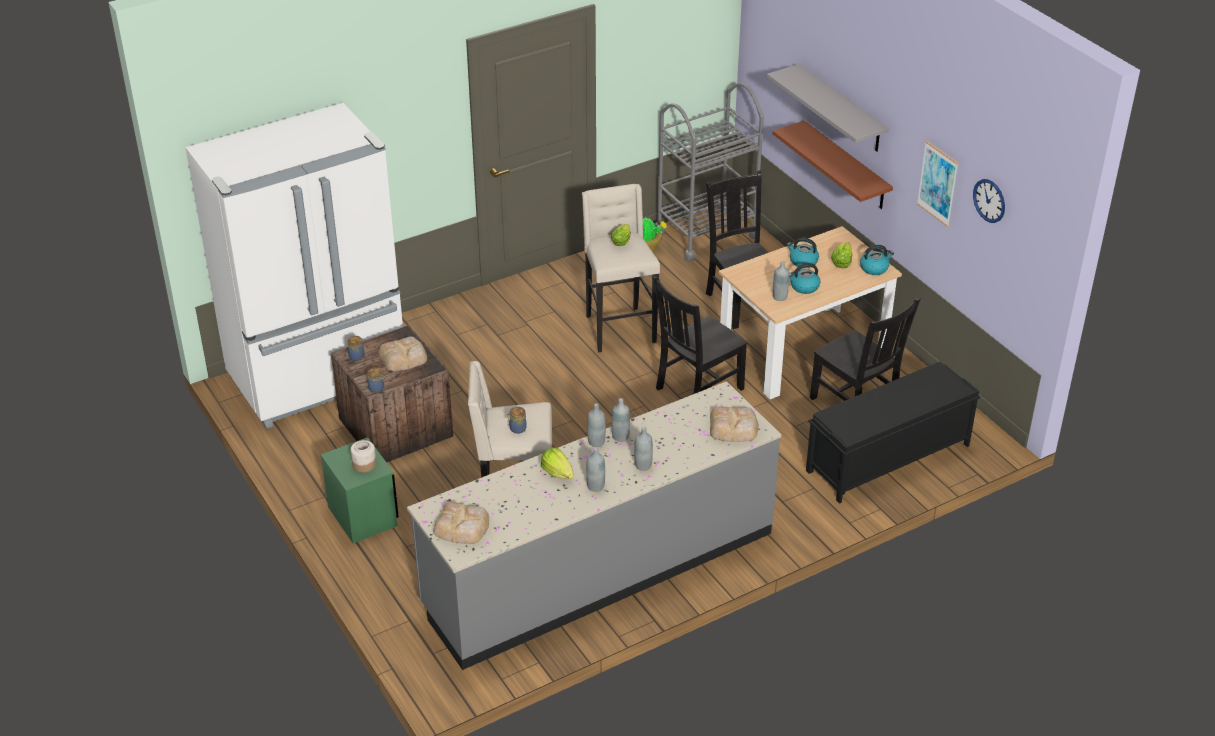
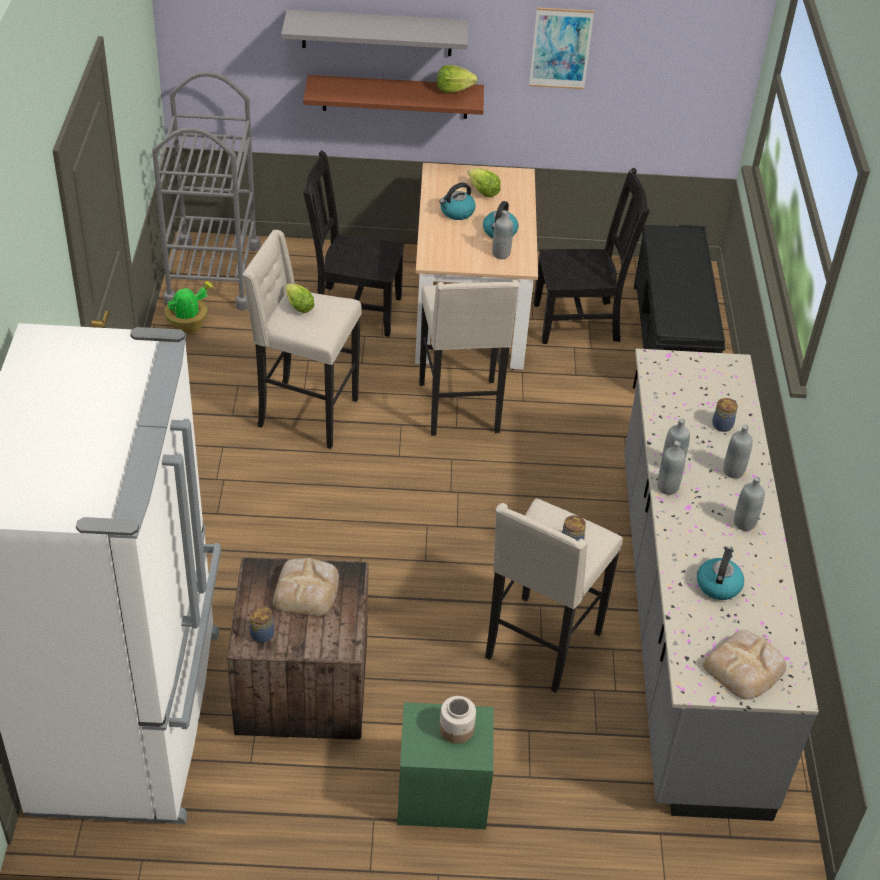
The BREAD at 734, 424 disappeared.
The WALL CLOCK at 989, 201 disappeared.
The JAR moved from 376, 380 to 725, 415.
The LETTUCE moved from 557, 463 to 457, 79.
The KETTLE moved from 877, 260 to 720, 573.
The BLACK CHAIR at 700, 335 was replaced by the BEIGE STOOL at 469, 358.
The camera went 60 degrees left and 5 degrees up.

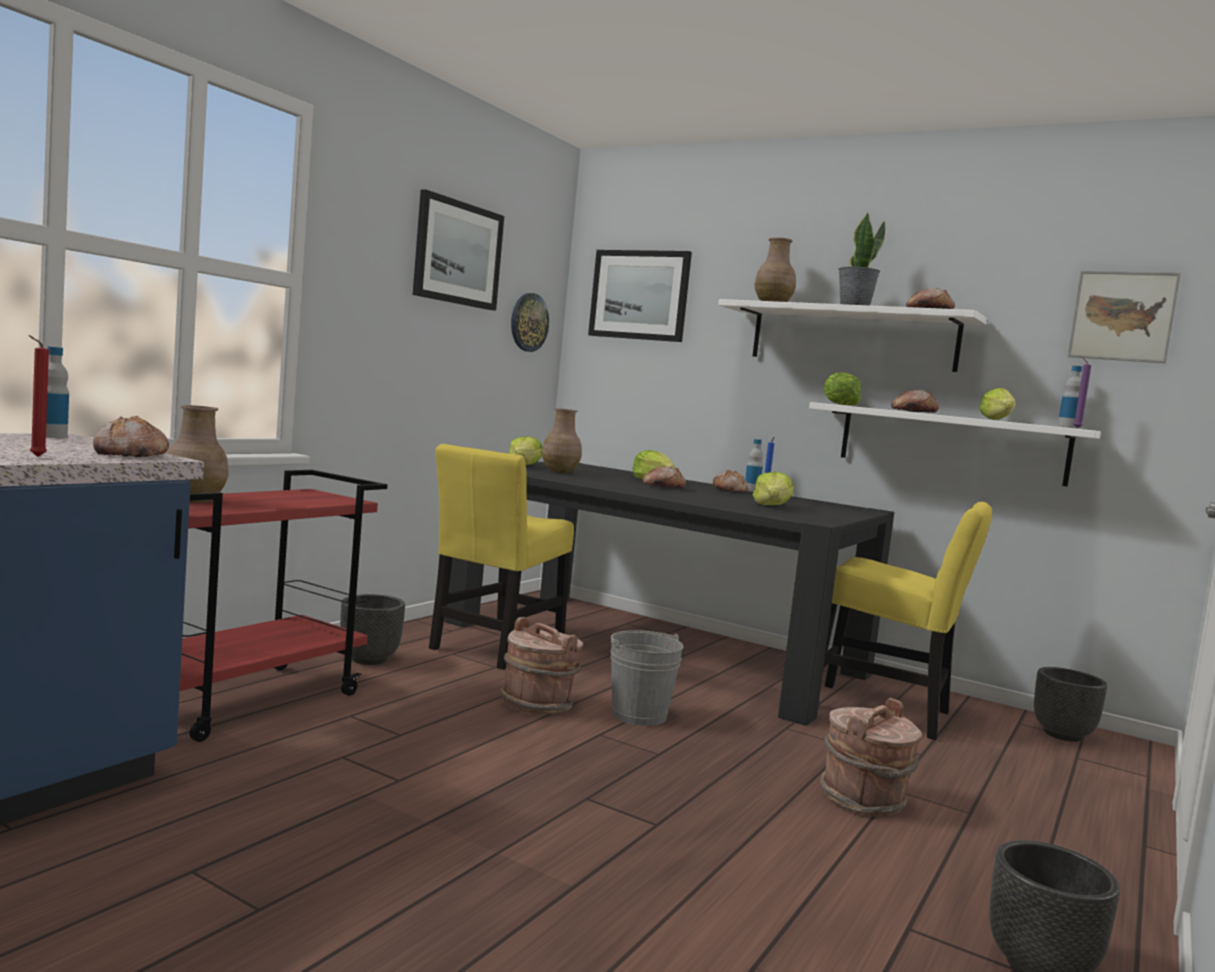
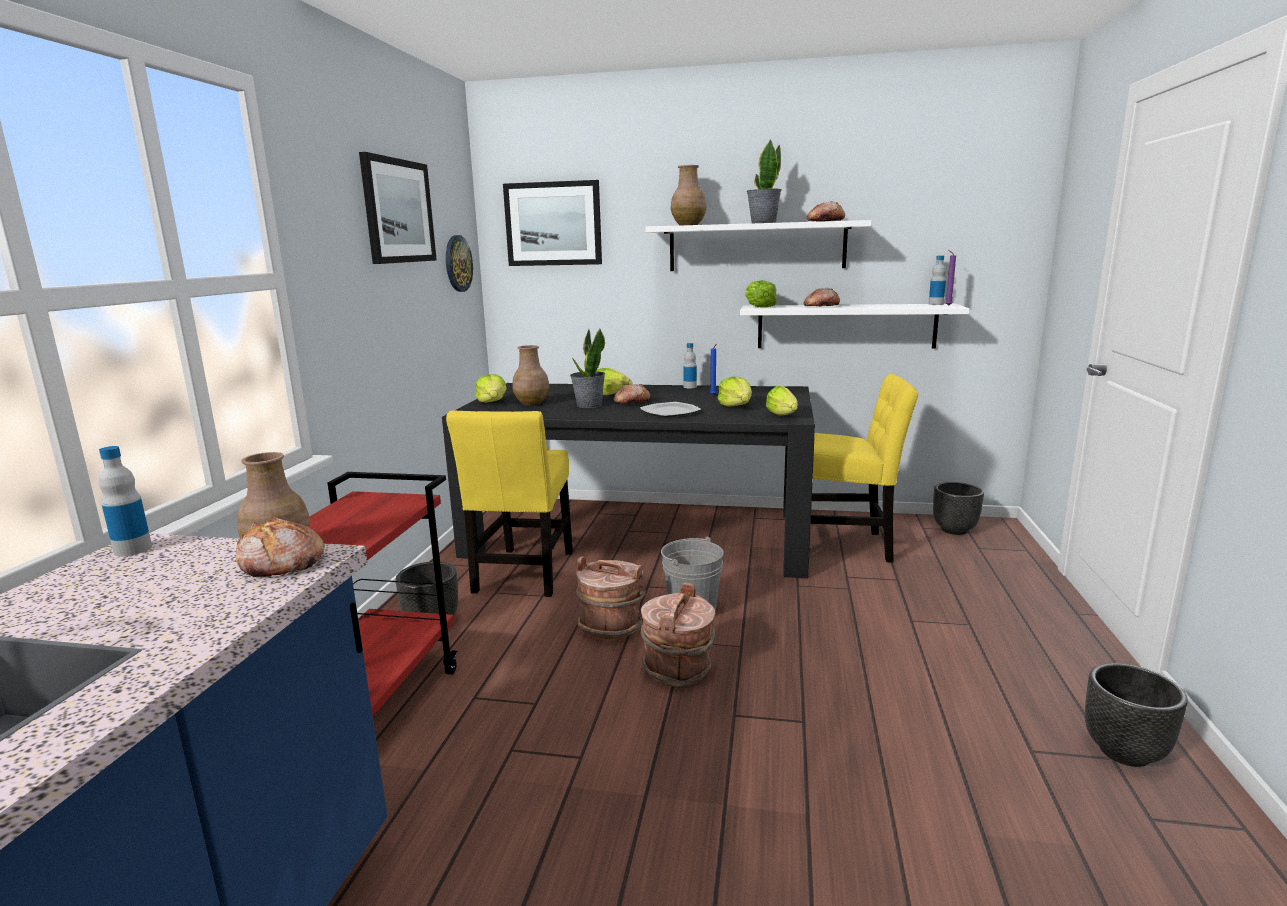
The RED CANDLE at 38, 396 disappeared.
The BREAD at 730, 481 disappeared.
The PICTURE at 1124, 317 disappeared.
The POTTED PLANT at 587, 368 appeared.
The PLATE at 671, 409 appeared.
The BROWN BUCKET moved from 871, 757 to 678, 634.
The LETTUCE moved from 997, 404 to 782, 401.
The camera went 20 degrees left and 10 degrees up.

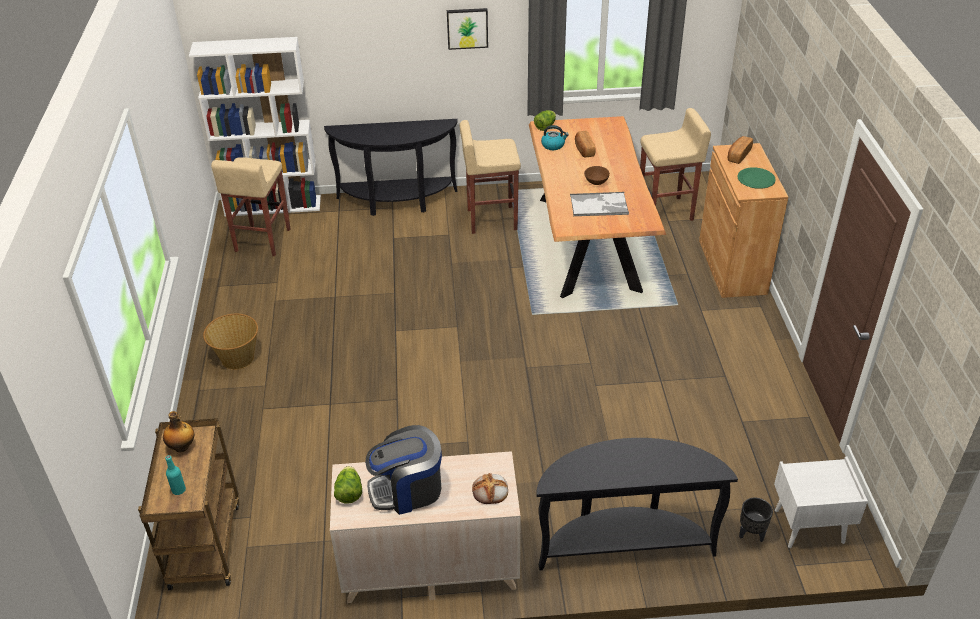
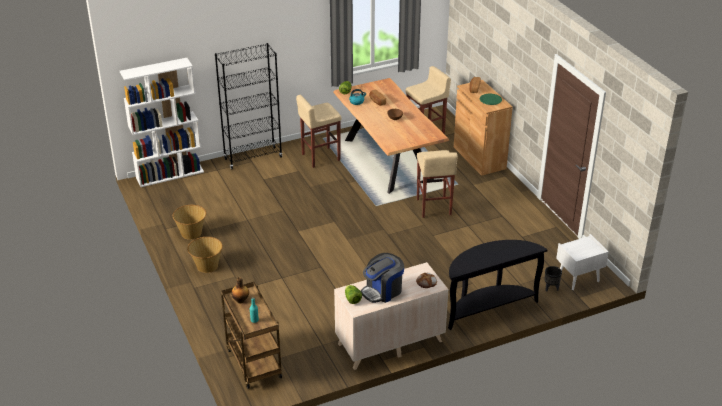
The PICTURE at 467, 29 disappeared.
The TRAY at 599, 204 disappeared.
The BASKET at 189, 222 appeared.
The BEIGE STOOL moved from 251, 206 to 437, 184.
The BLACK CONSOLE TABLE at 391, 167 was replaced by the BLACK BOOKCASE at 248, 106.
The camera went 20 degrees left and 5 degrees down.

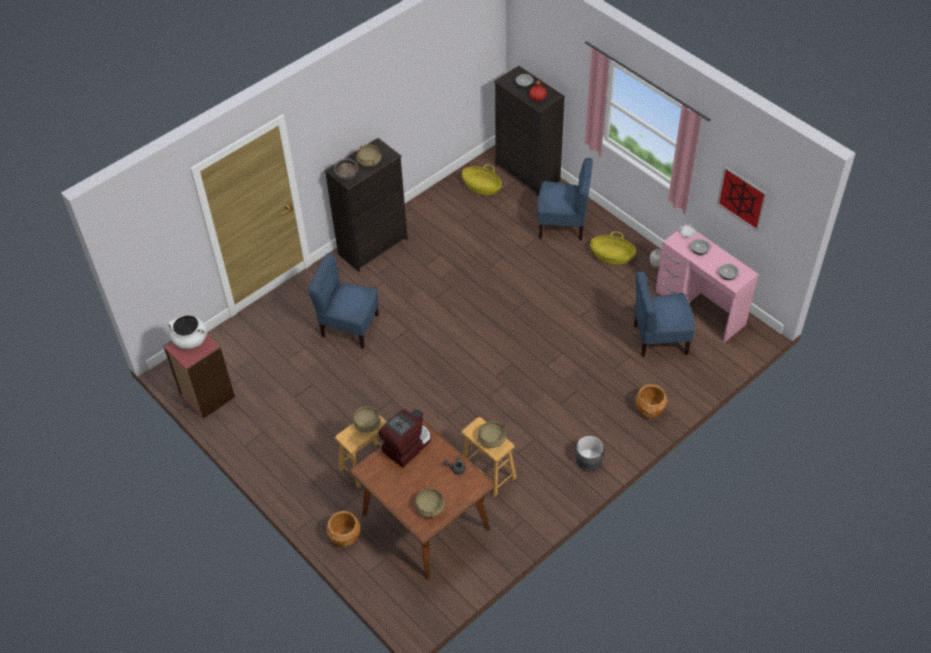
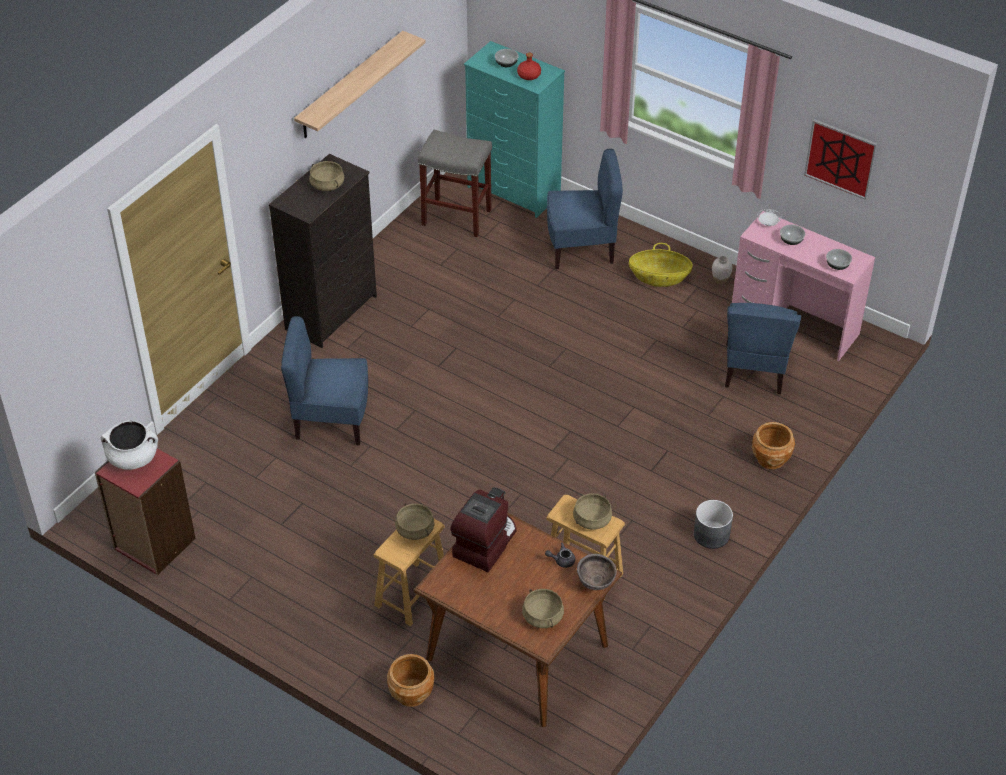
The SHELF at 360, 84 appeared.
The BROWN BOWL moved from 346, 169 to 597, 572.
The BASKET at 482, 179 was replaced by the GREY STOOL at 455, 183.
The BLACK DRESSER at 529, 131 became the TURQUOISE DRESSER at 514, 129.
The BLUE CHAIR at 664, 314 turned 60 degrees counterclockwise.
The camera went 15 degrees left and 5 degrees down.

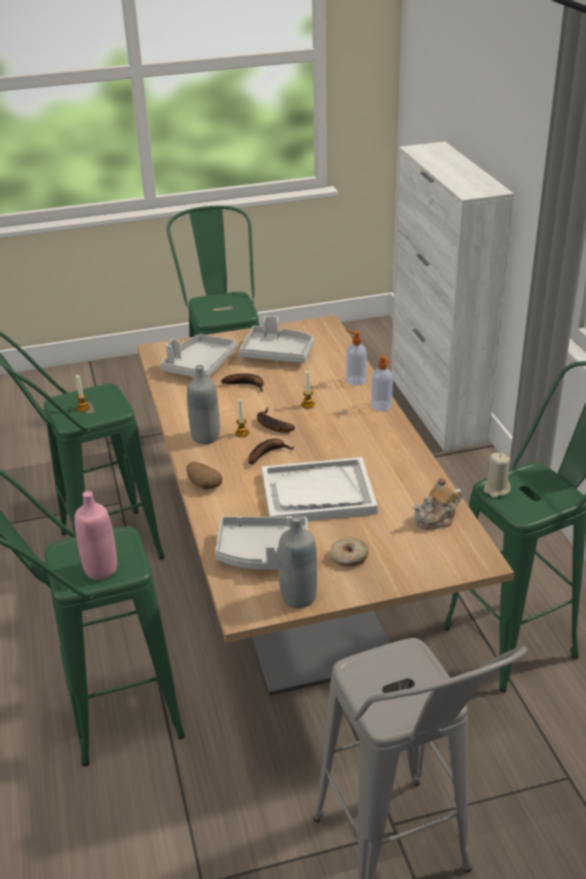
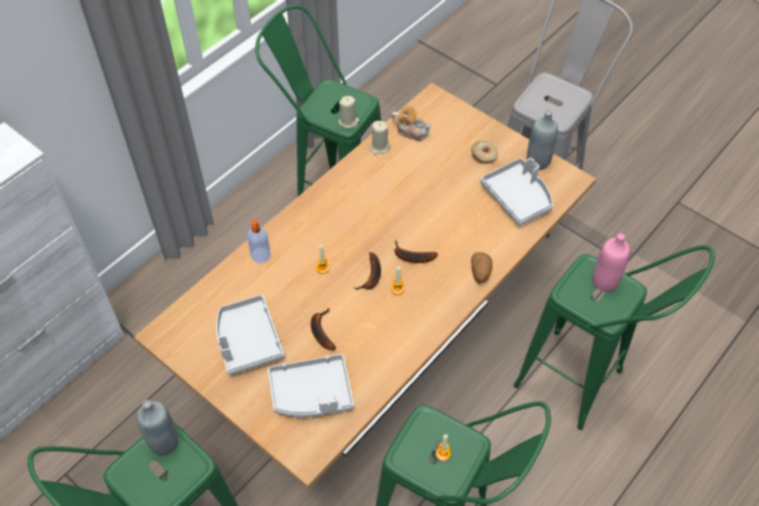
The WHITE TRAY at 320, 489 disappeared.
The SOAP DISPENSER at 382, 383 disappeared.
The BEIGE CANDLE at 380, 138 appeared.
The GREY BOTTLE moved from 203, 404 to 157, 427.
The camera went 125 degrees left and 20 degrees up.

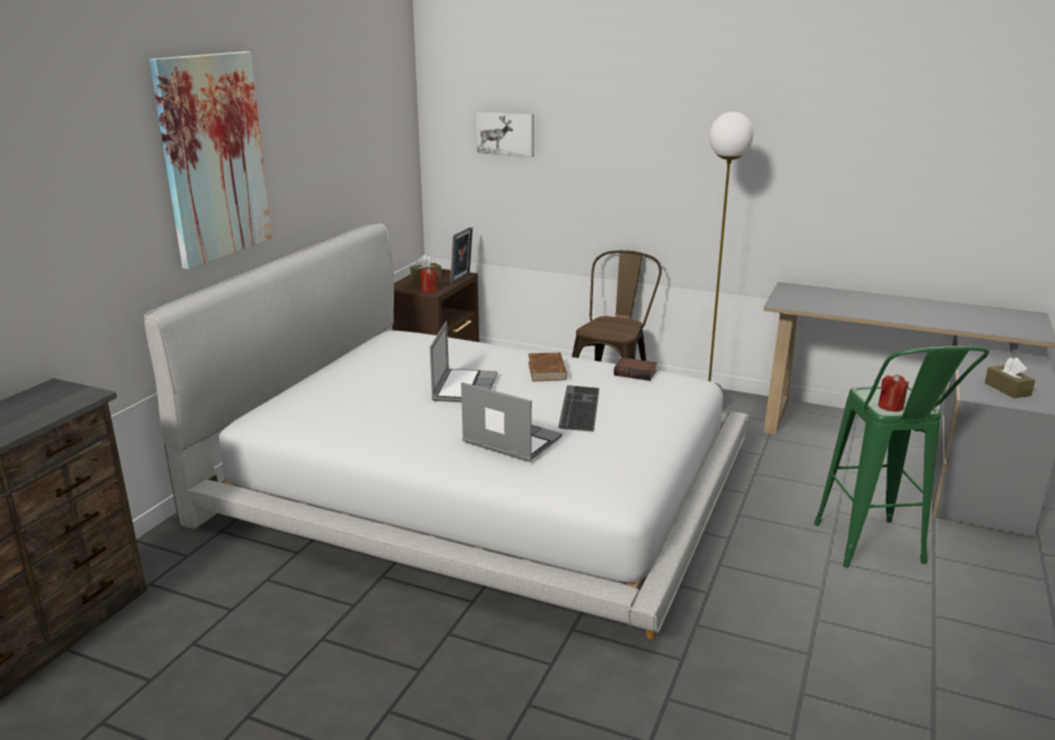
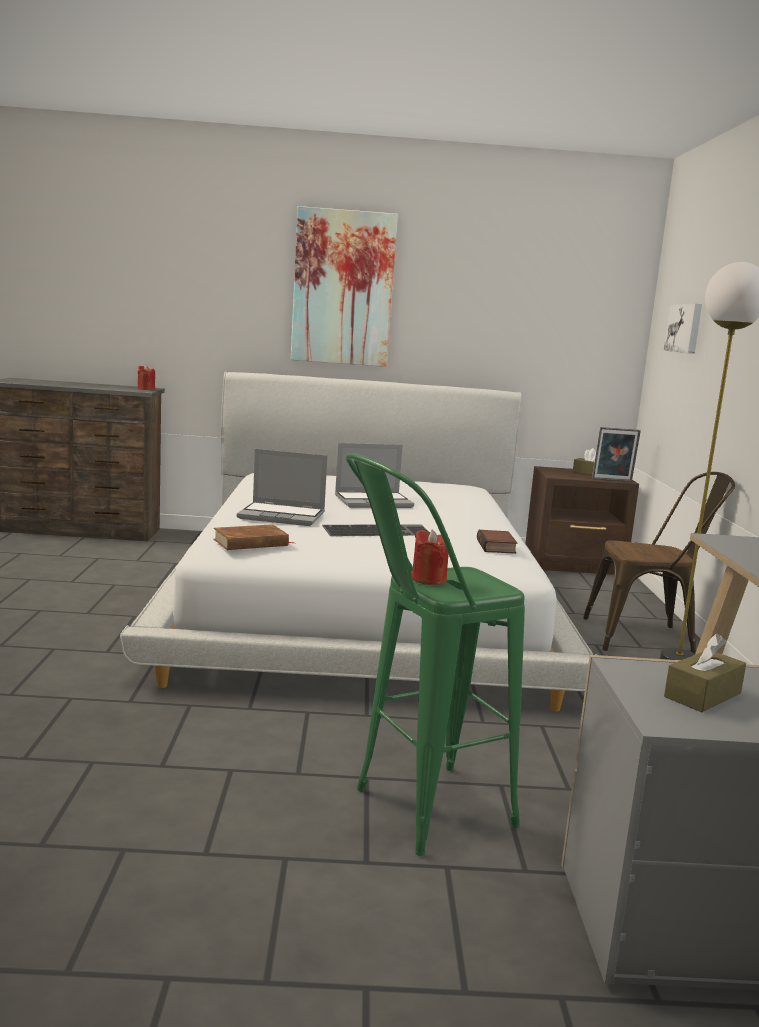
The RED CANDLE moved from 429, 279 to 146, 377.
The BROWN BOOK moved from 547, 367 to 253, 537.
The LAPTOP at 511, 422 turned 90 degrees clockwise.
The camera went 65 degrees right and 10 degrees down.

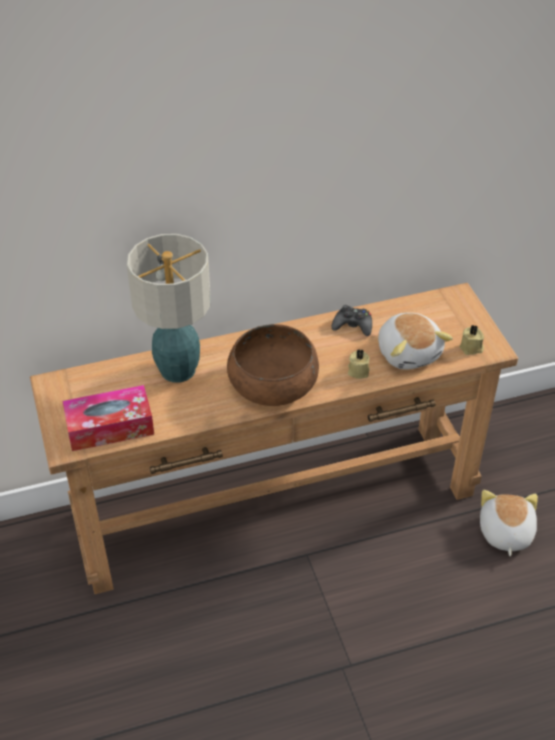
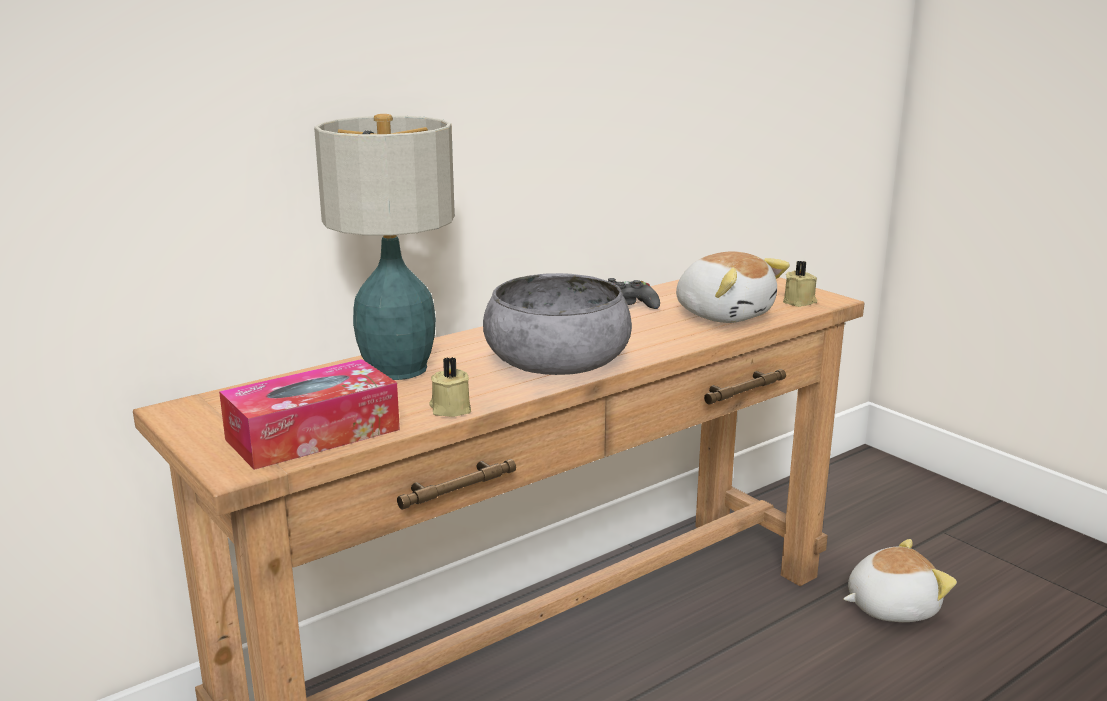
The BEIGE CANDLE moved from 359, 364 to 450, 387.
The BROWN BOWL at 273, 365 became the GREY BOWL at 557, 324.
The PLUSH TOY at 509, 523 turned 90 degrees clockwise.
The camera went 20 degrees left and 25 degrees down.

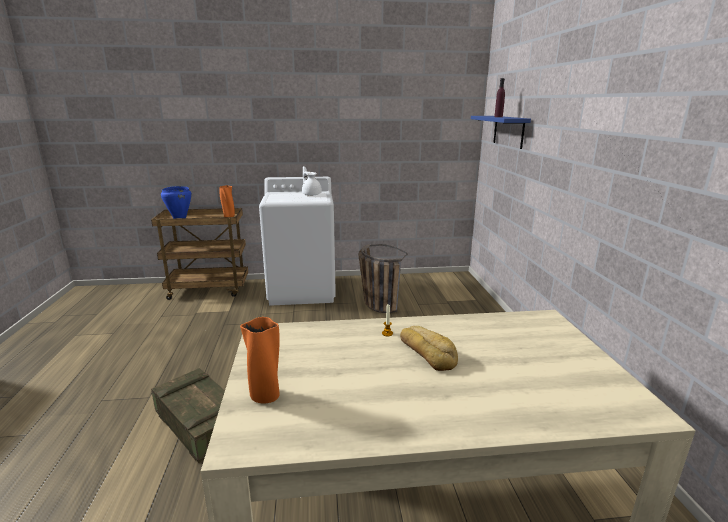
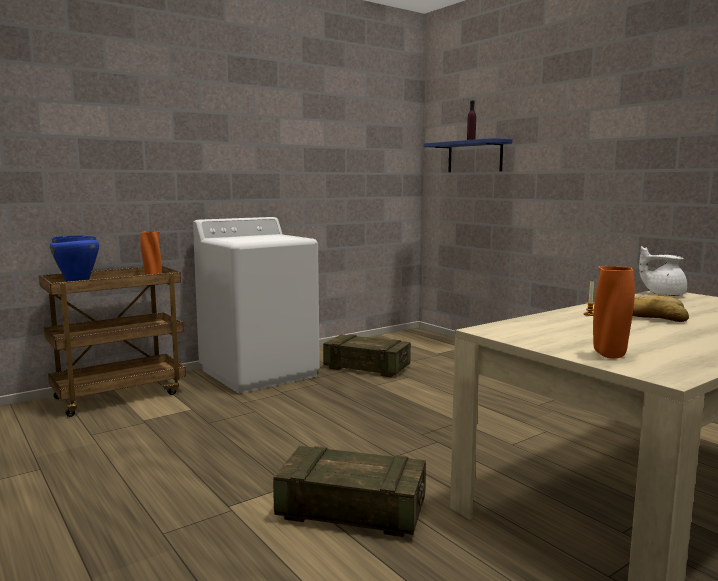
The WHITE TEAPOT moved from 312, 181 to 663, 271.
The BASKET at 383, 278 was replaced by the CRATE at 367, 355.
The camera went 30 degrees left and 10 degrees down.

